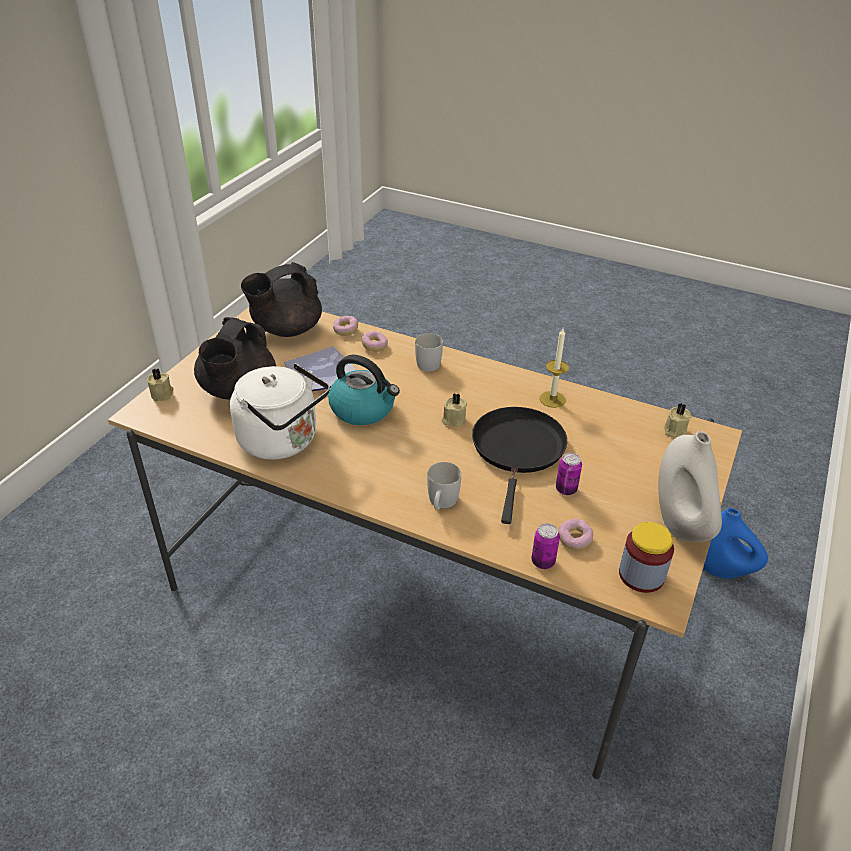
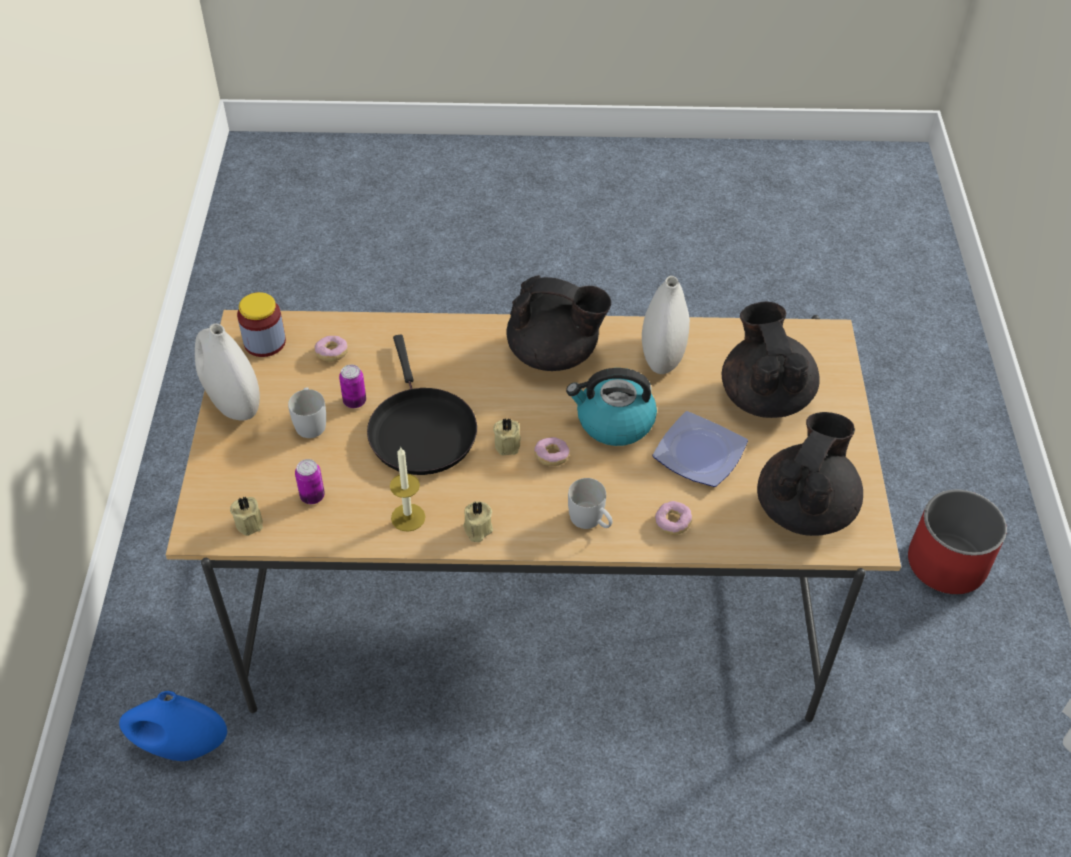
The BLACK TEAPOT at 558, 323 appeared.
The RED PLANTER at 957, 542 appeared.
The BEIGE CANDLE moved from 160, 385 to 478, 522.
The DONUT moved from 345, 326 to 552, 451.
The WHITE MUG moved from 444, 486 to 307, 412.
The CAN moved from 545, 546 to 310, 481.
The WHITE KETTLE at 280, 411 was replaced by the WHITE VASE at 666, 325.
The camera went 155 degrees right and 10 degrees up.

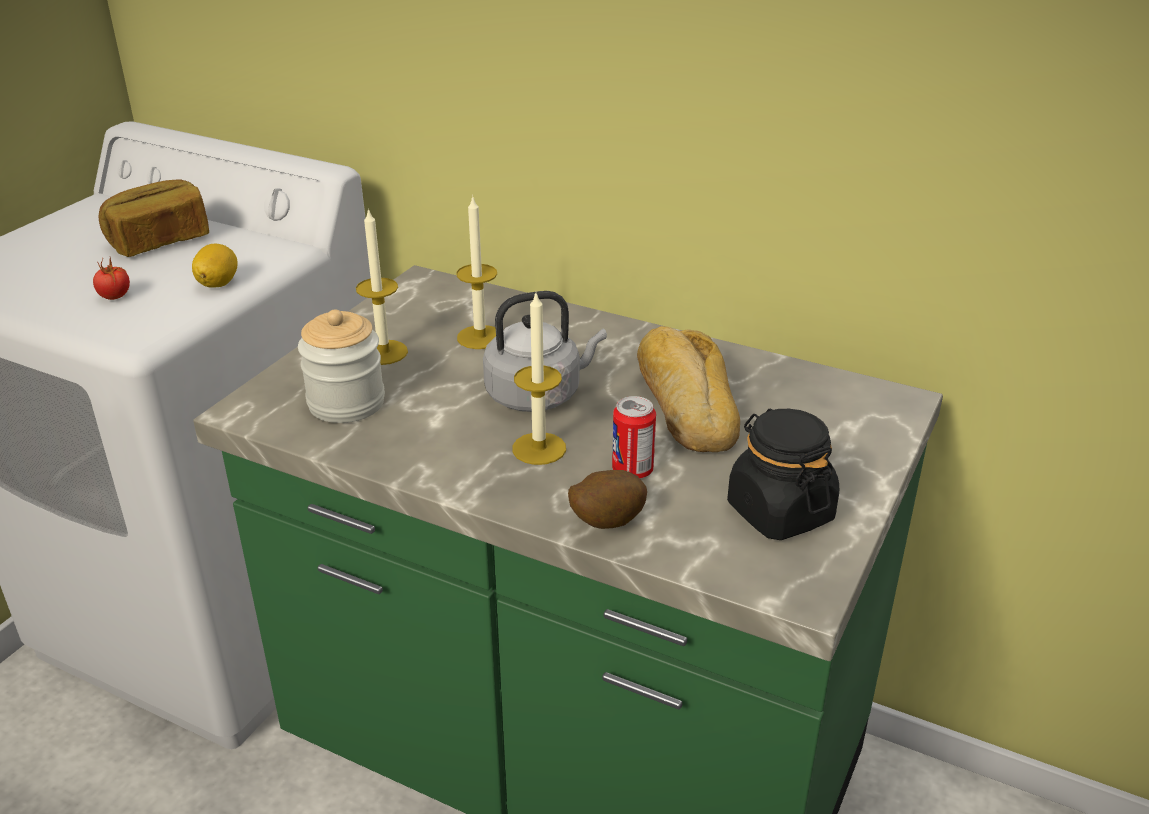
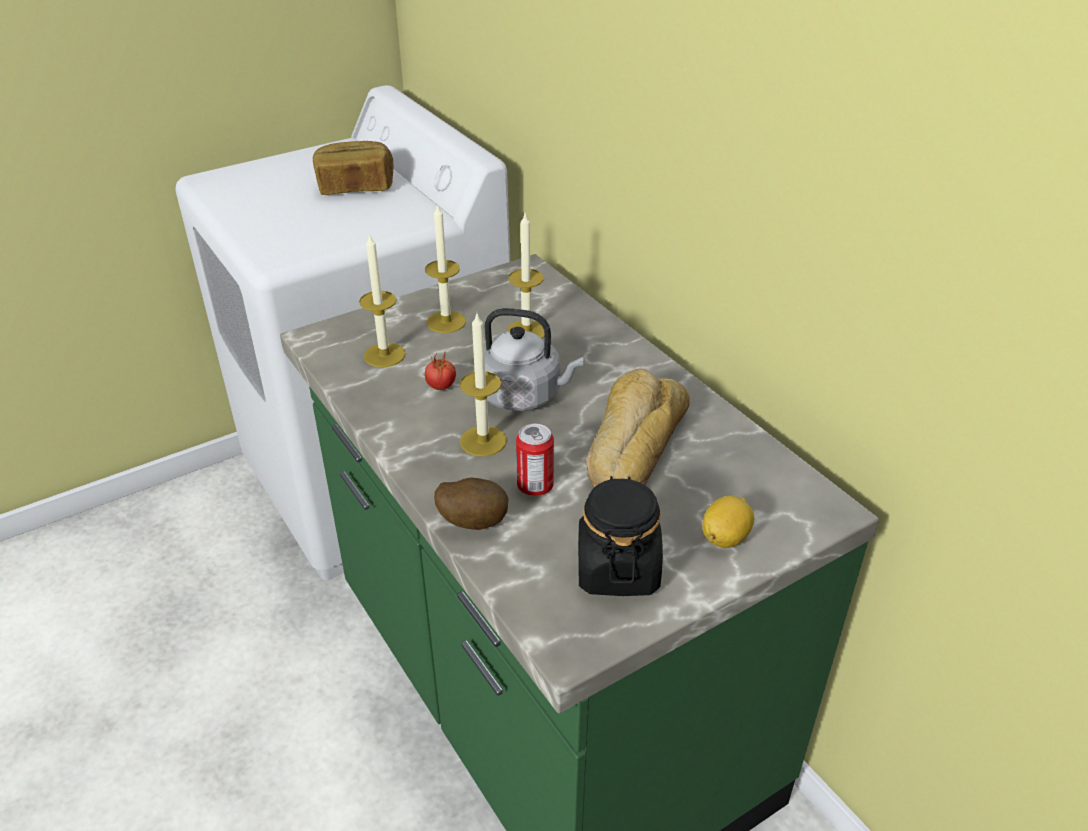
The TOMATO moved from 111, 278 to 440, 371.
The LEMON moved from 215, 266 to 728, 522.
The JAR at 341, 366 was replaced by the CANDLE at 382, 300.
The camera went 30 degrees right and 5 degrees up.

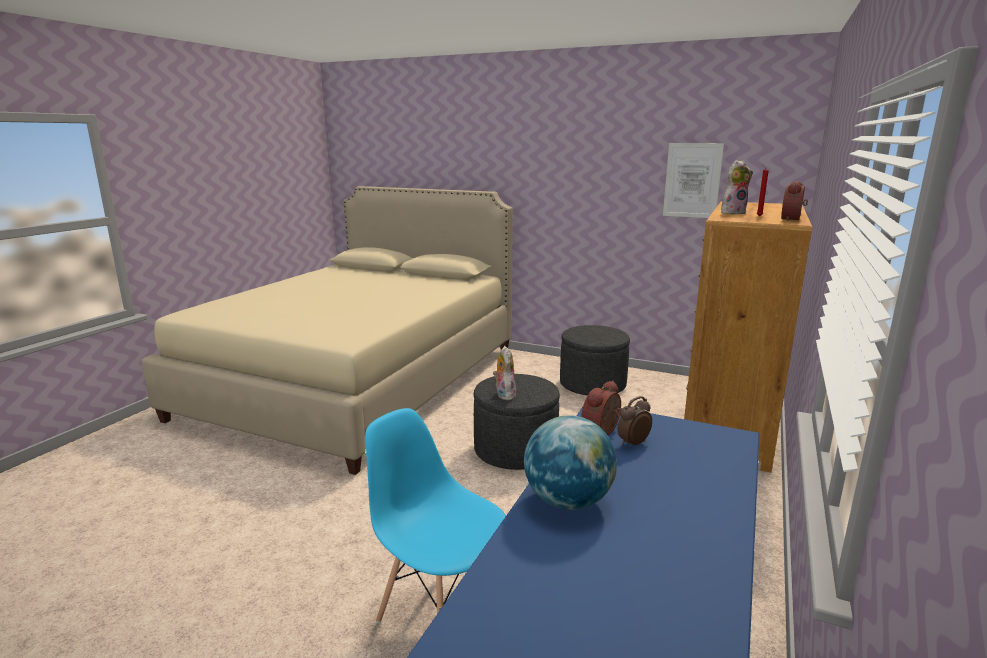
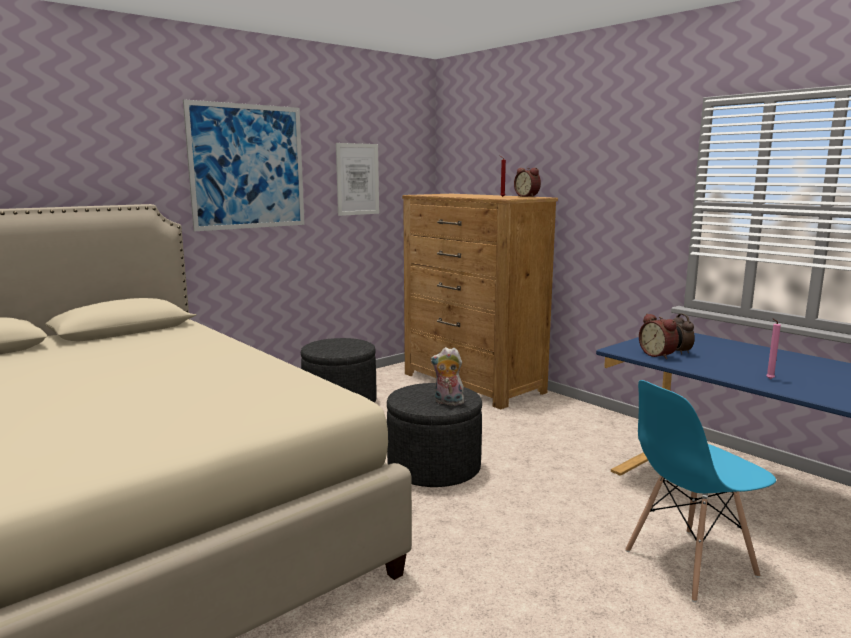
The PLUSH TOY at 737, 187 disappeared.
The PICTURE at 244, 165 appeared.
The GLOBE at 570, 462 was replaced by the PINK CANDLE at 773, 348.
The camera went 65 degrees left and 5 degrees down.

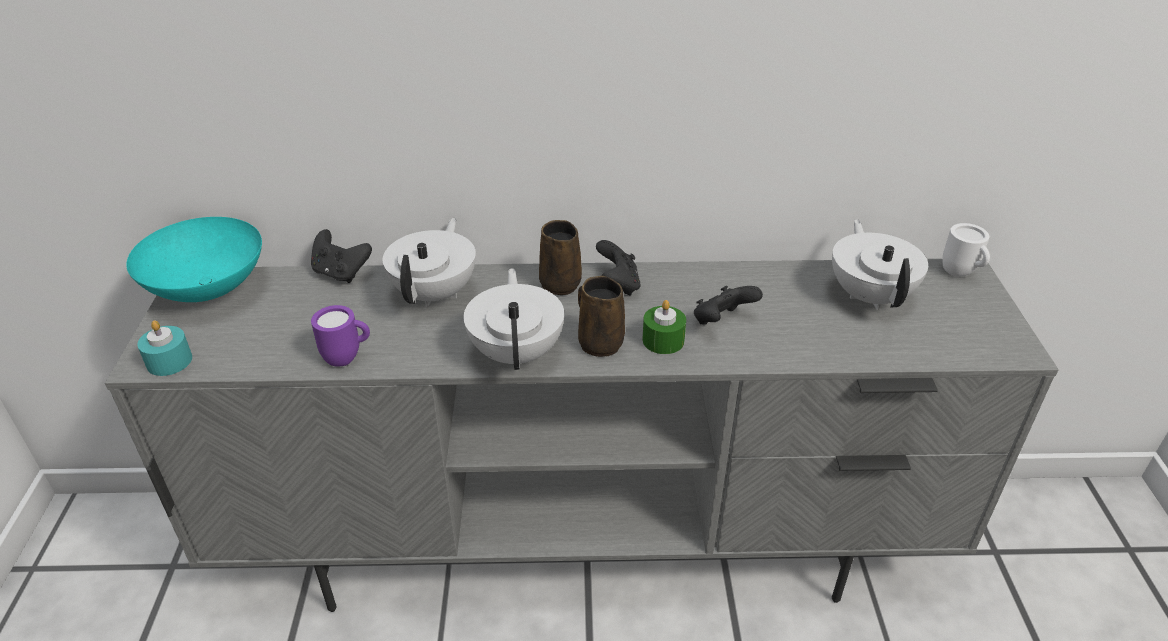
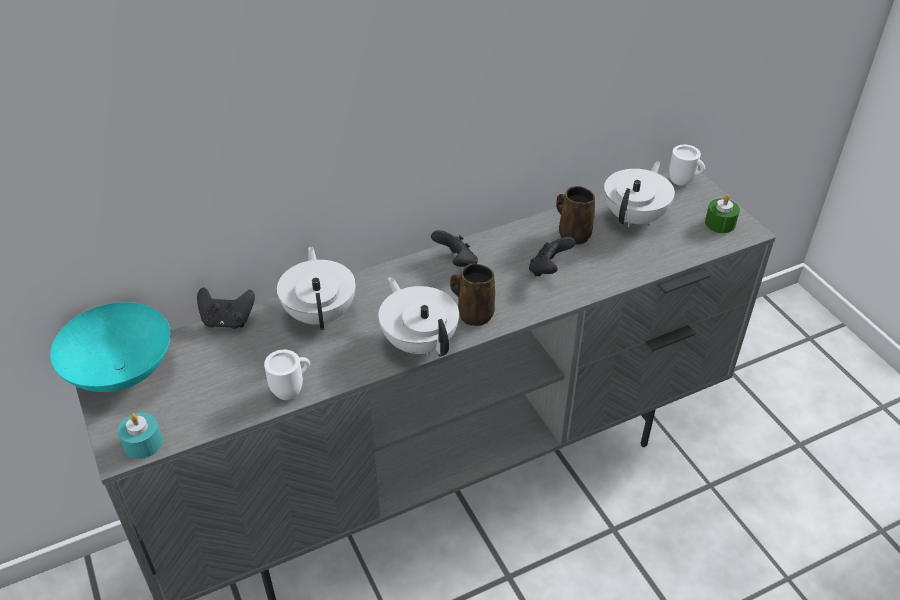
The BROWN MUG moved from 560, 257 to 575, 215.
The GREEN CANDLE moved from 664, 327 to 722, 213.
The PURPLE MUG at 340, 335 became the WHITE MUG at 287, 375.
The WHITE TEAPOT at 880, 264 turned 60 degrees clockwise.
The camera went 25 degrees left and 5 degrees up.

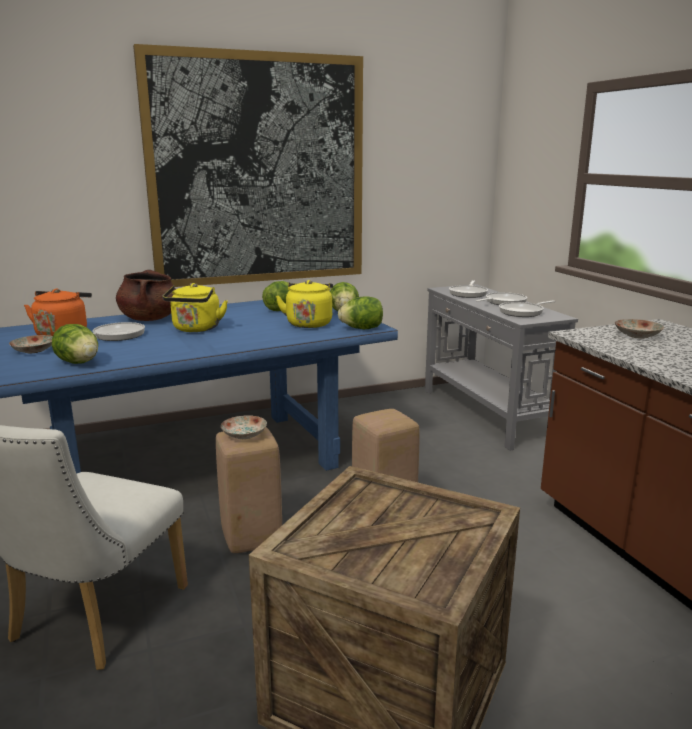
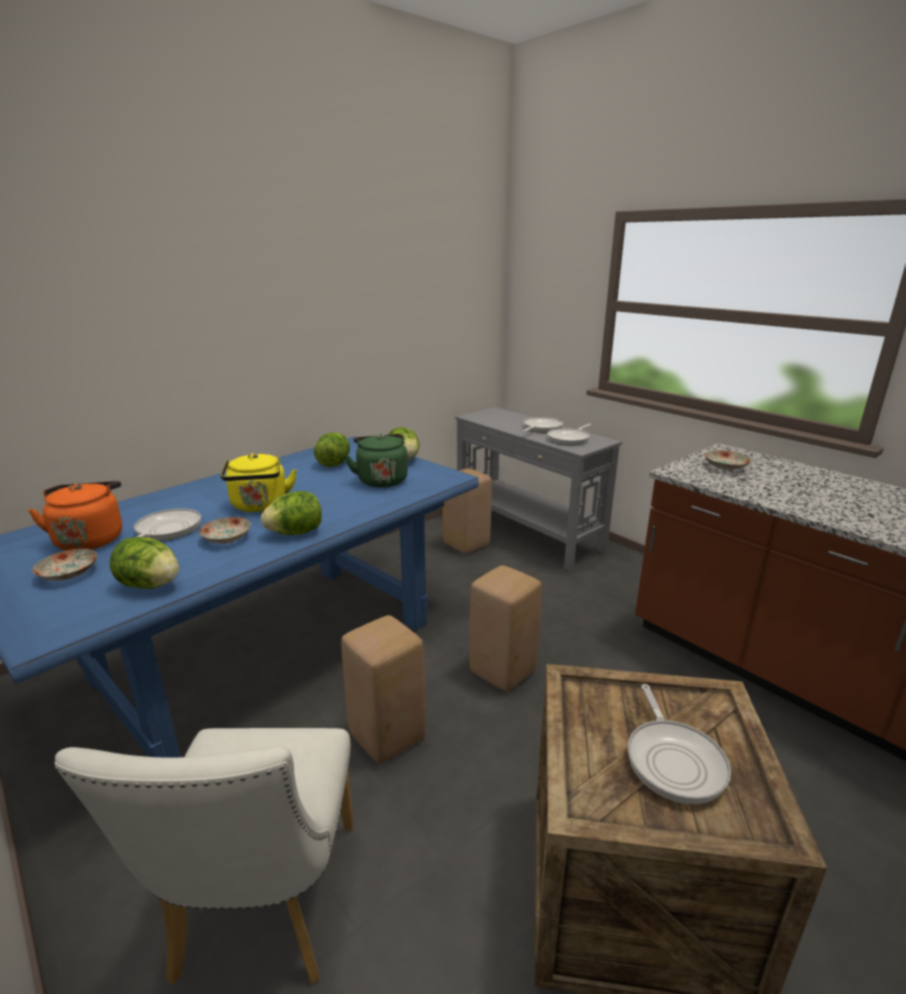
The BROWN COOKING POT at 146, 295 disappeared.
The PICTURE at 248, 165 disappeared.
The BEIGE STOOL at 467, 511 appeared.
The PLATE moved from 244, 427 to 225, 530.
The LETTUCE moved from 360, 312 to 291, 513.
The FRYING PAN moved from 468, 289 to 679, 744.
The YELLOW KETTLE at 304, 304 became the GREEN KETTLE at 376, 461.
The camera went 20 degrees left and 5 degrees up.

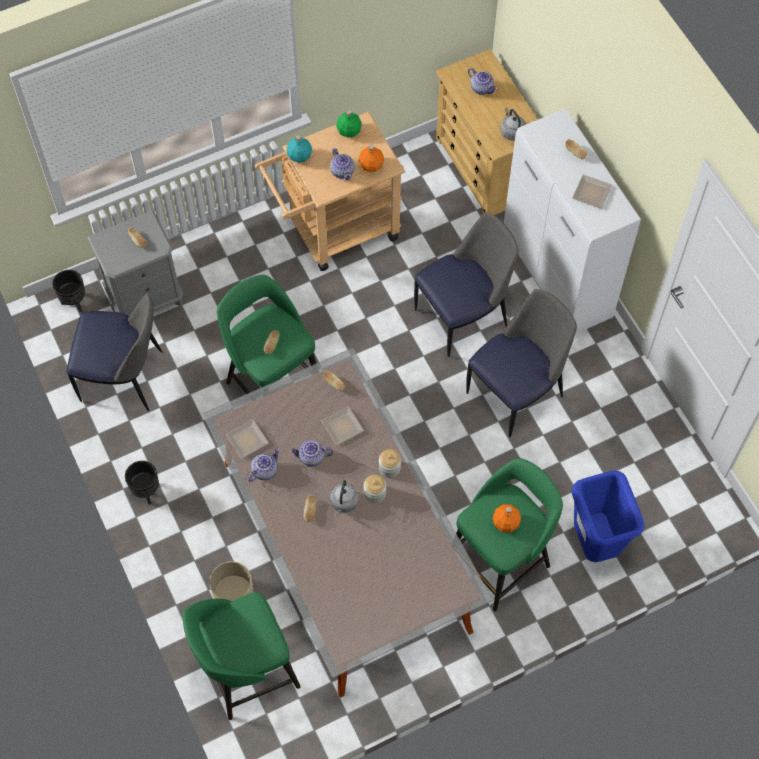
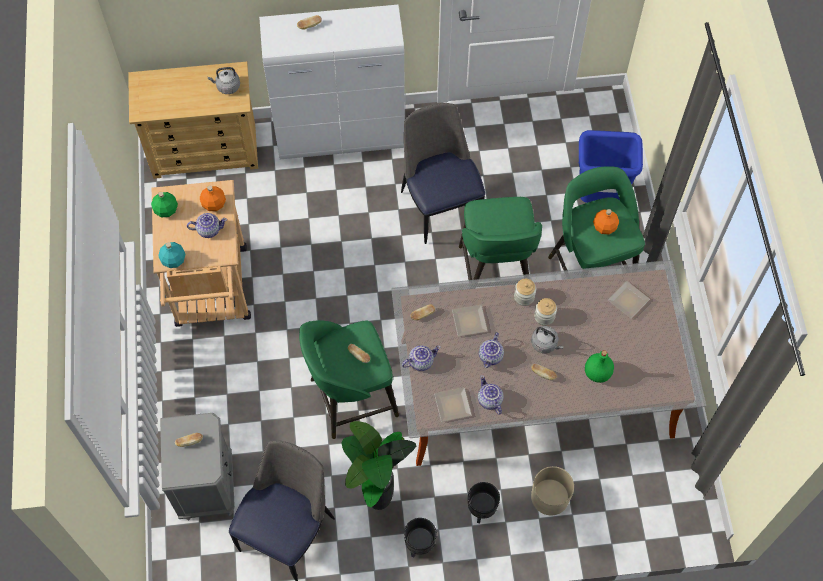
The CHAIR at 466, 284 disappeared.
The POTTED PLANT at 378, 465 appeared.
The GREEN BOTTLE at 599, 366 appeared.
The BLACK PLANTER moved from 68, 291 to 484, 502.
The GREEN STOOL moved from 242, 656 to 500, 238.
The TEAPOT moved from 482, 81 to 421, 358.
The PLATE moved from 592, 192 to 629, 300.
The camera went 70 degrees left and 0 degrees up.

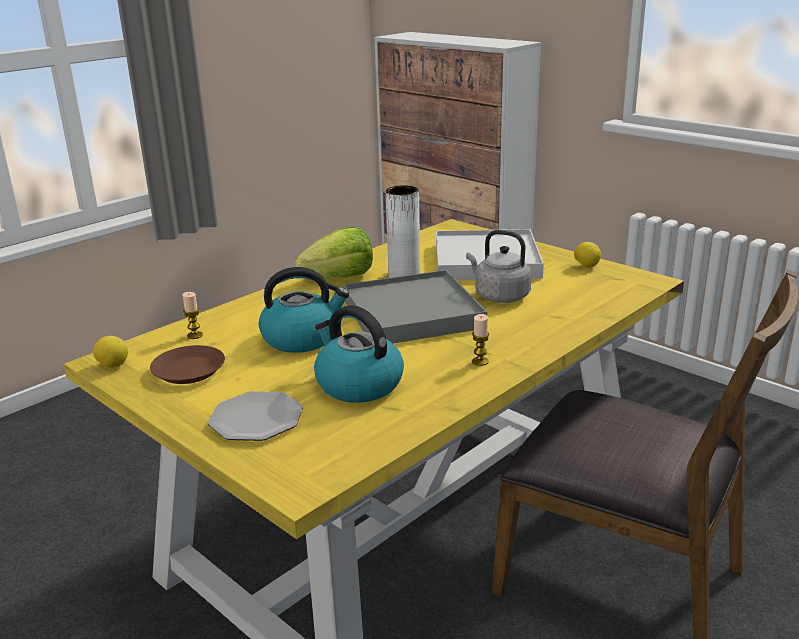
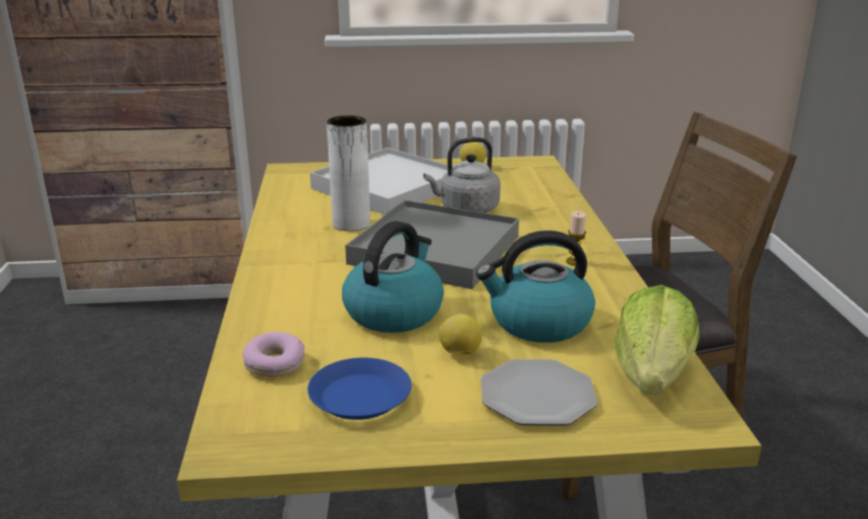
The LEMON moved from 110, 352 to 460, 334.
The LETTUCE moved from 334, 252 to 657, 340.
The CANDLE at 192, 315 was replaced by the DONUT at 274, 354.
The BROWN PLATE at 187, 364 became the BLUE PLATE at 359, 389.
The camera went 50 degrees left and 0 degrees up.

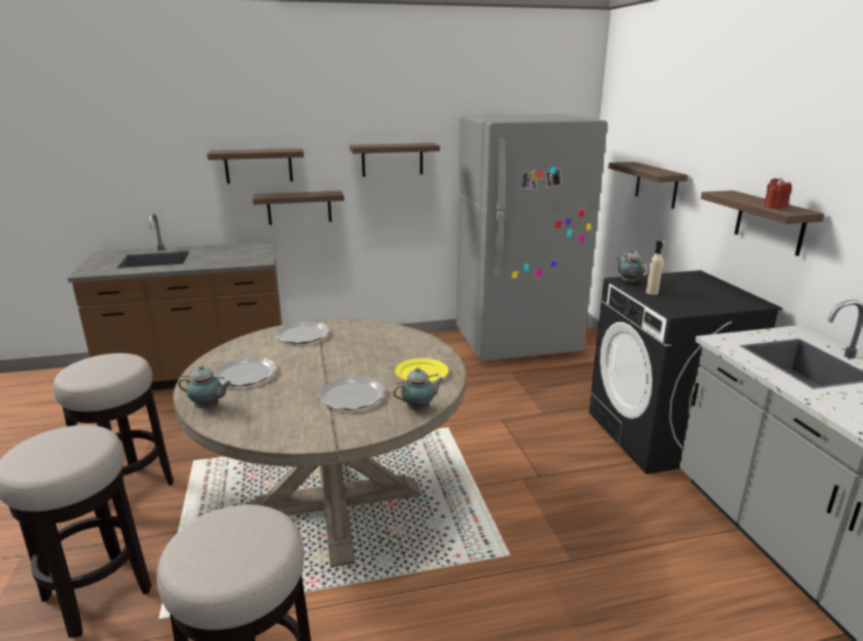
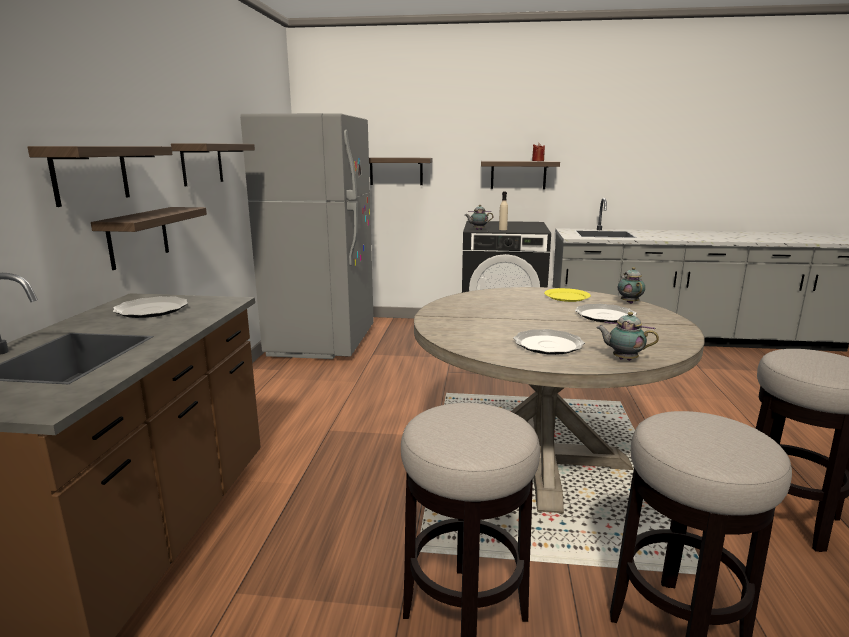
The PLATE moved from 302, 332 to 150, 307.
The TEAPOT at 205, 386 turned 90 degrees counterclockwise.
The camera went 70 degrees left and 5 degrees down.

